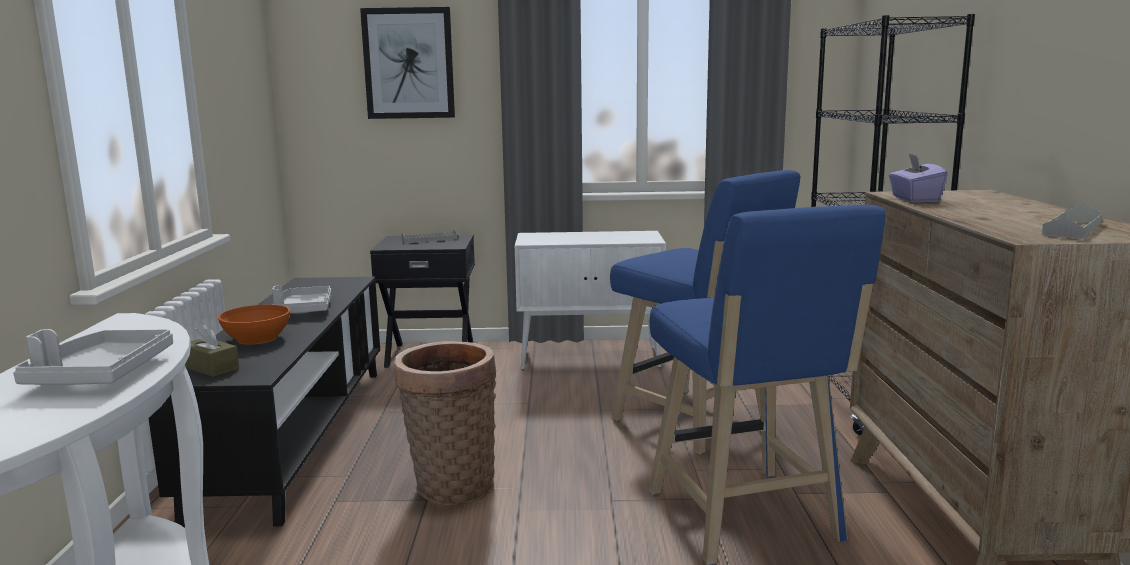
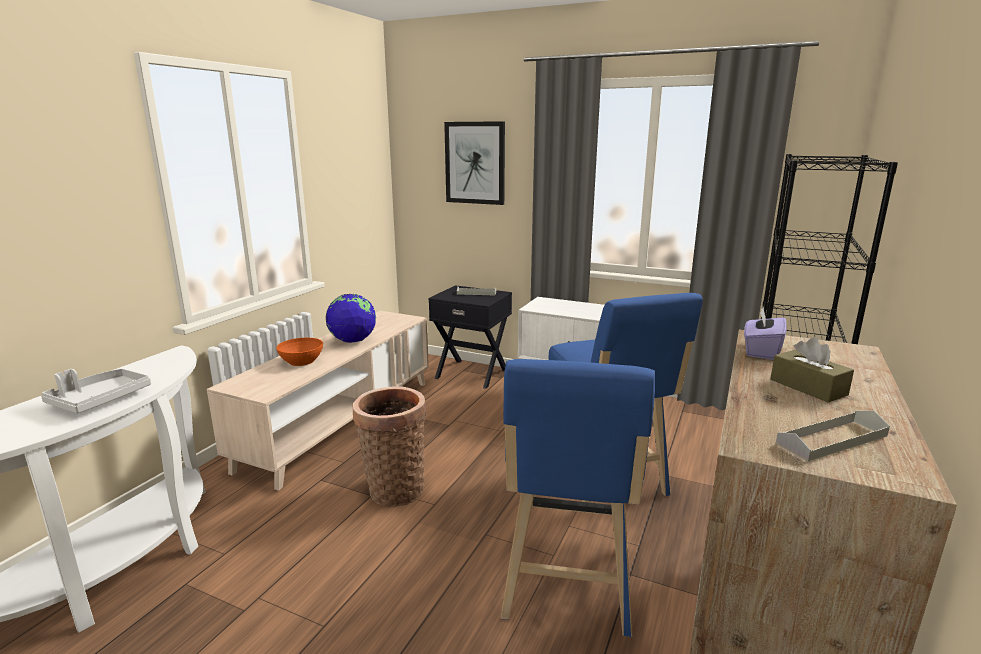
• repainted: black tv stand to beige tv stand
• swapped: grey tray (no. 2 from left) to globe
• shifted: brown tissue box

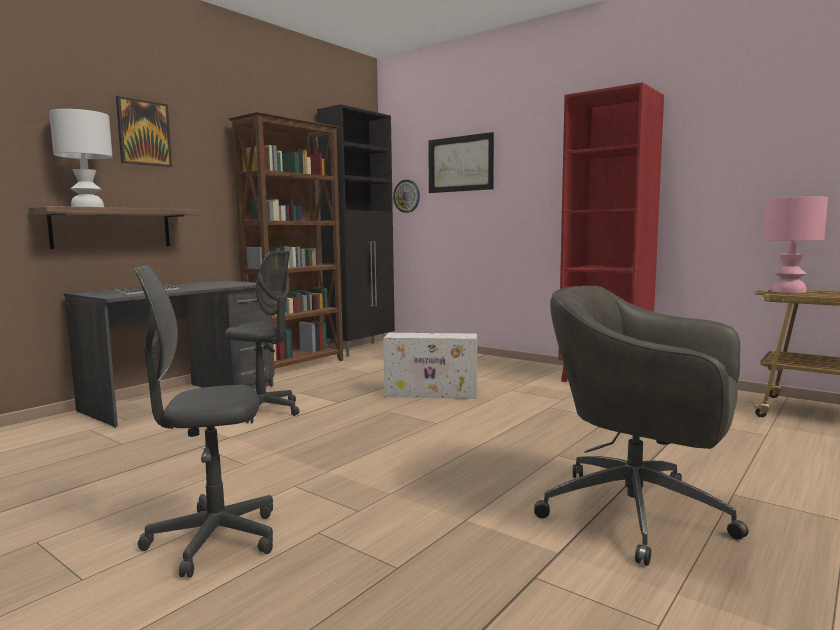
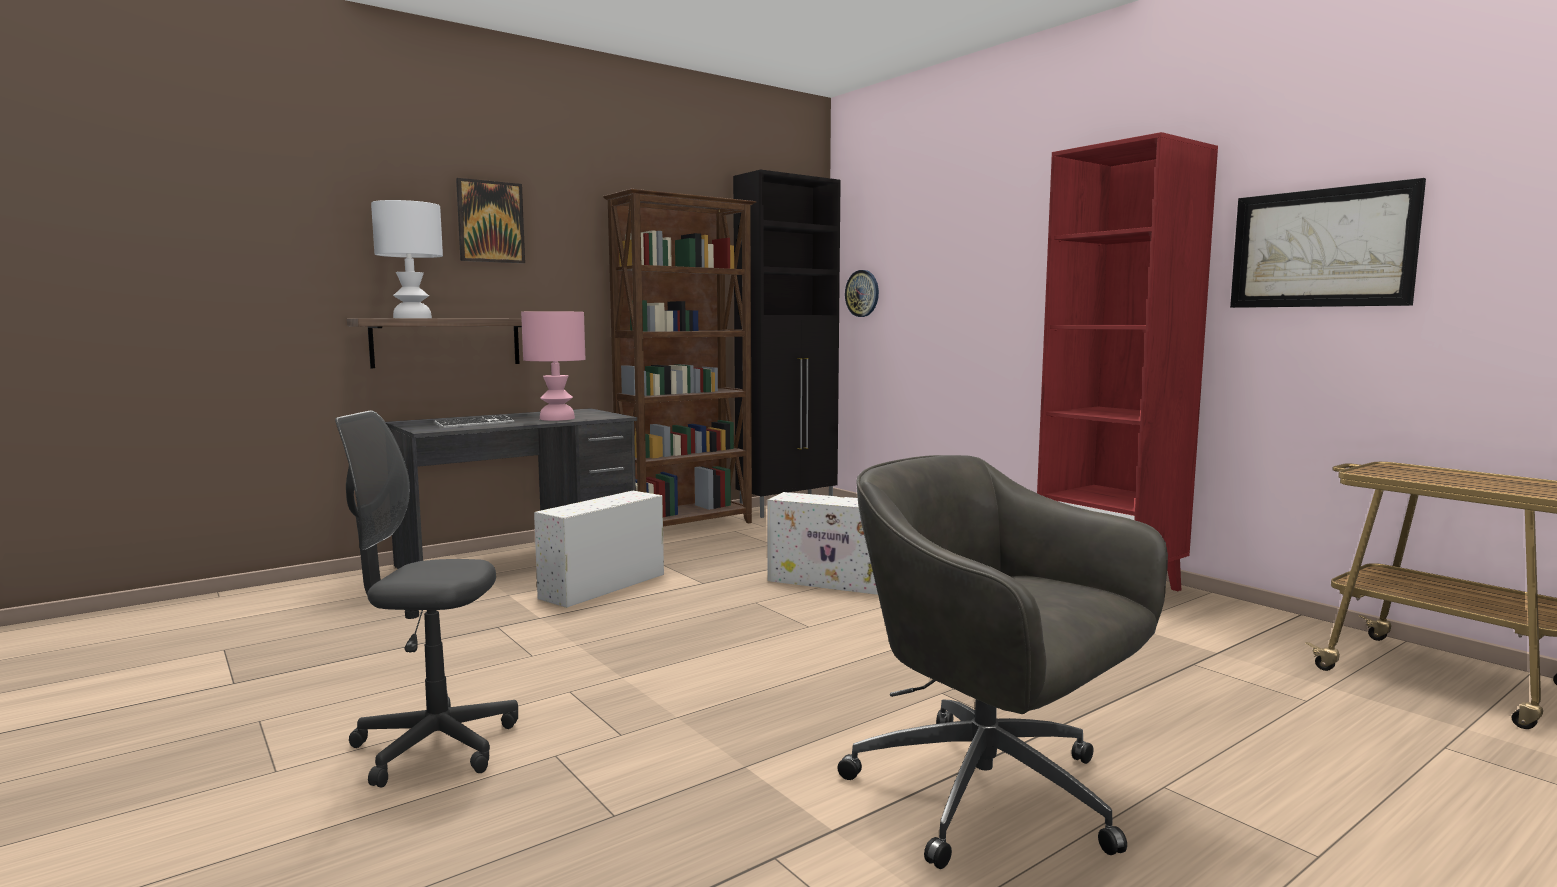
• shifted: pink table lamp
• swapped: grey office chair (no. 2 from left) to white storage box (no. 1 from left)
• shifted: picture (no. 2 from left)

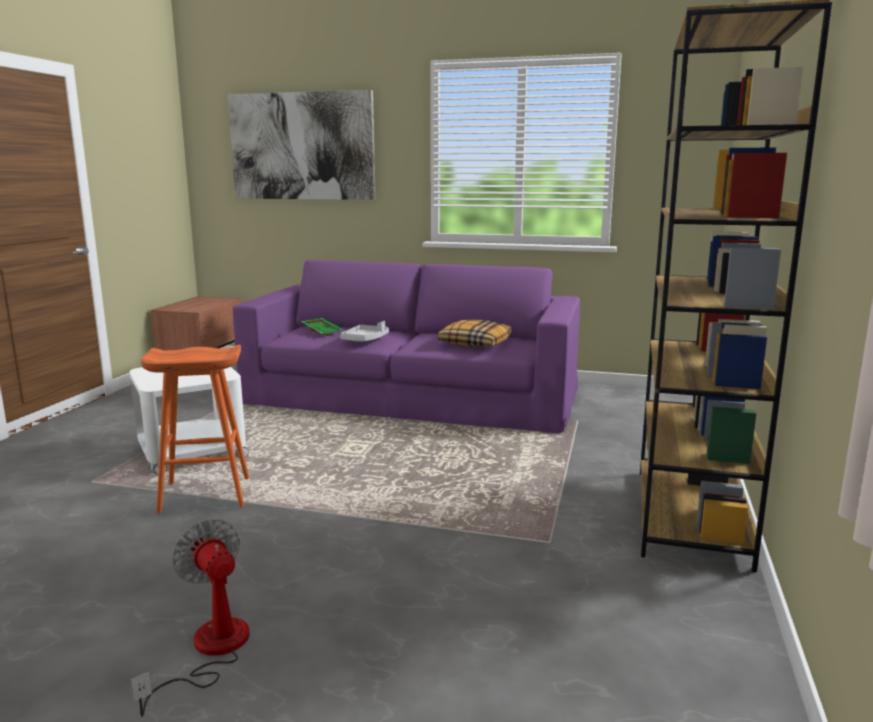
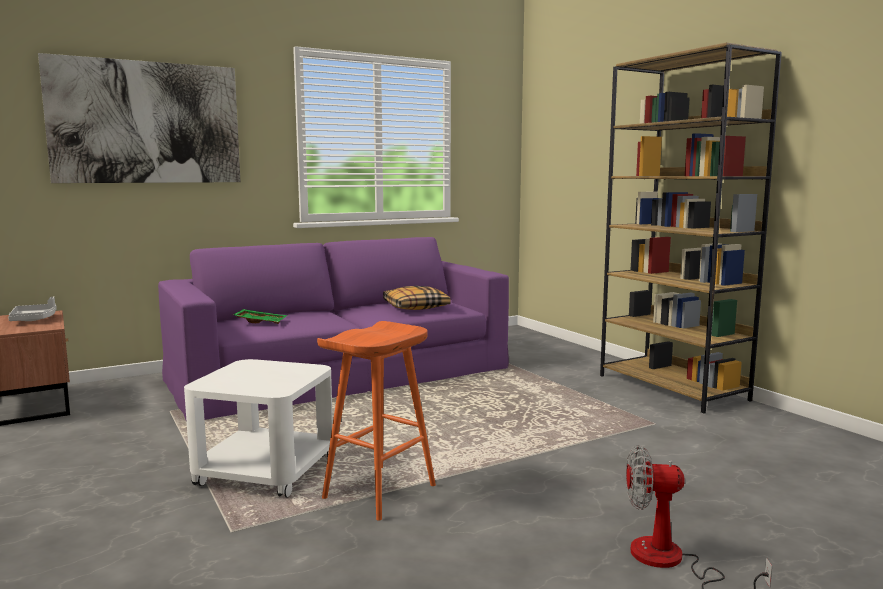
• shifted: grey tray

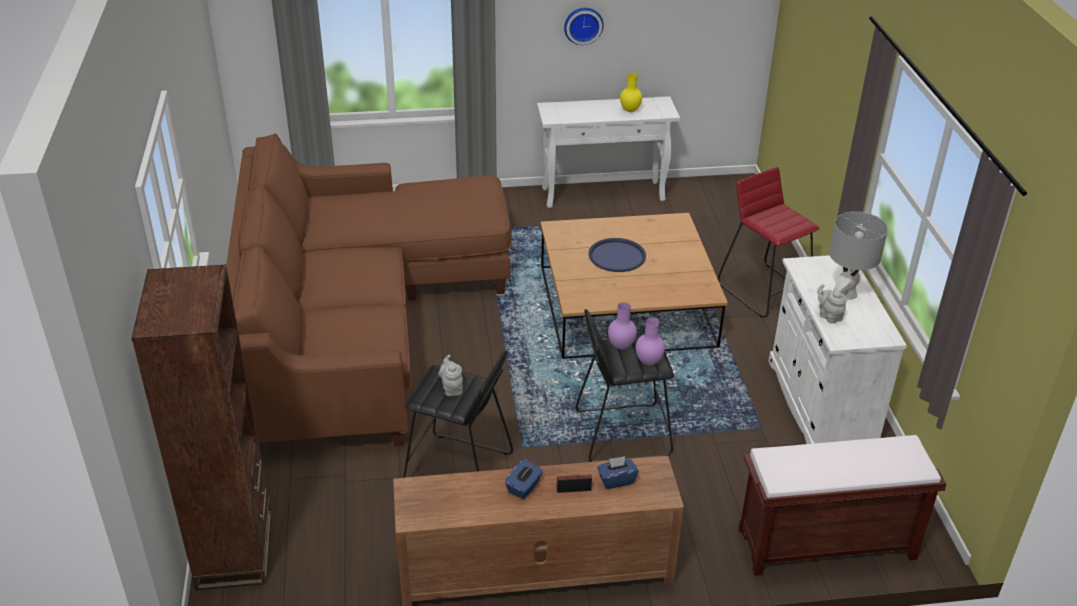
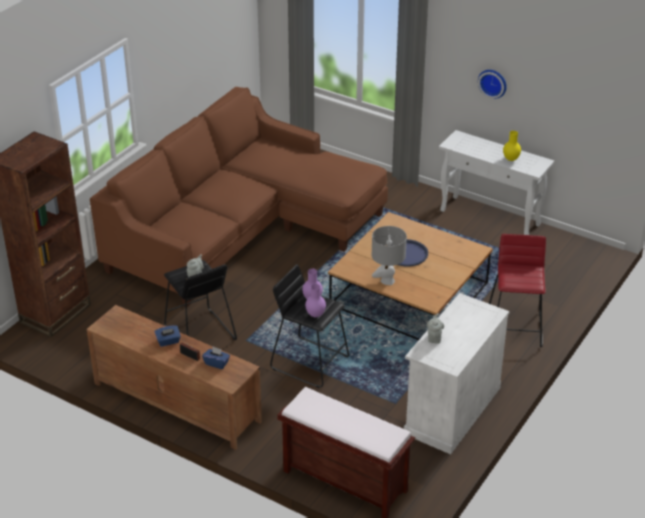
• shifted: grey table lamp

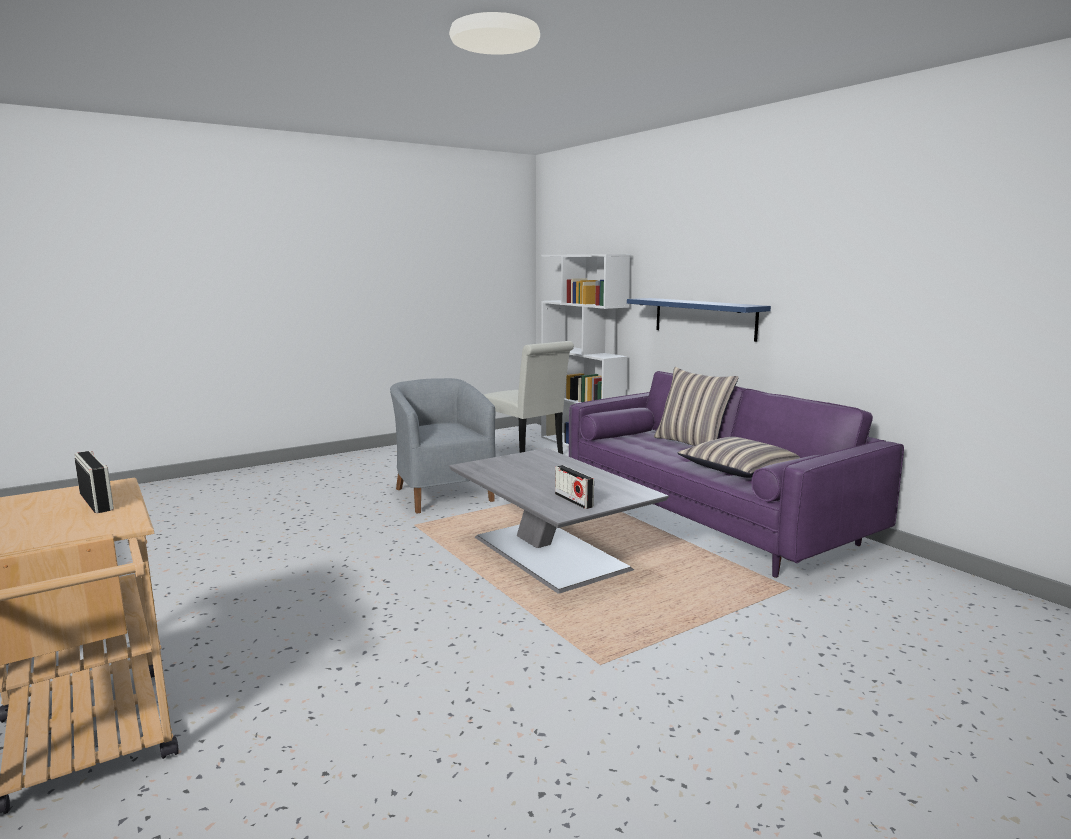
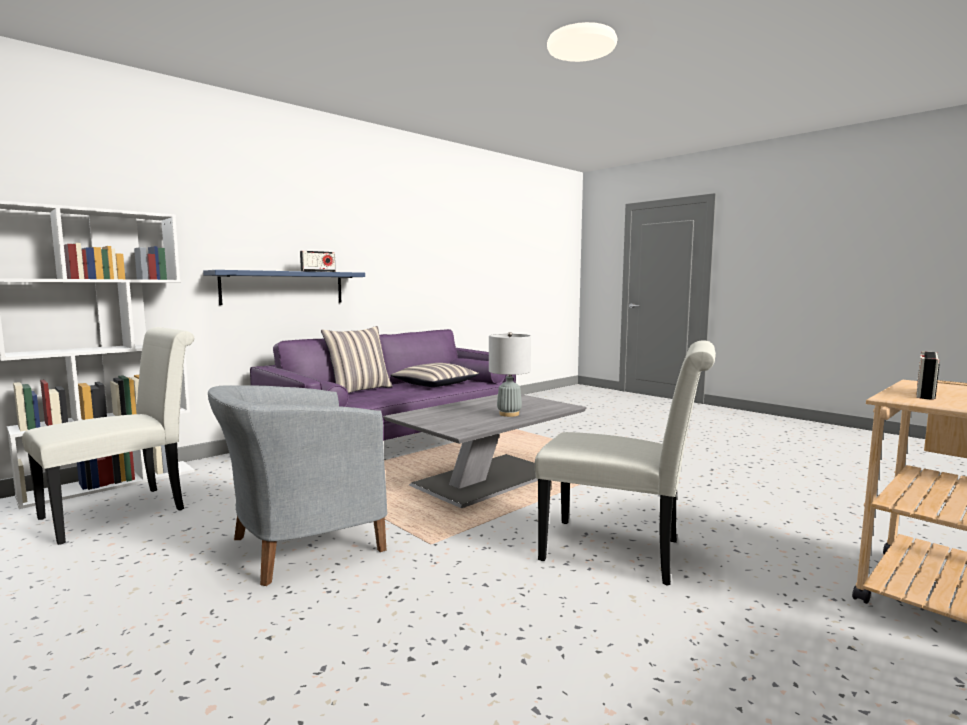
• shifted: radio (no. 2 from left in the first image) to radio (no. 1 from left)
• new: grey table lamp
• new: white chair (no. 2 from left)

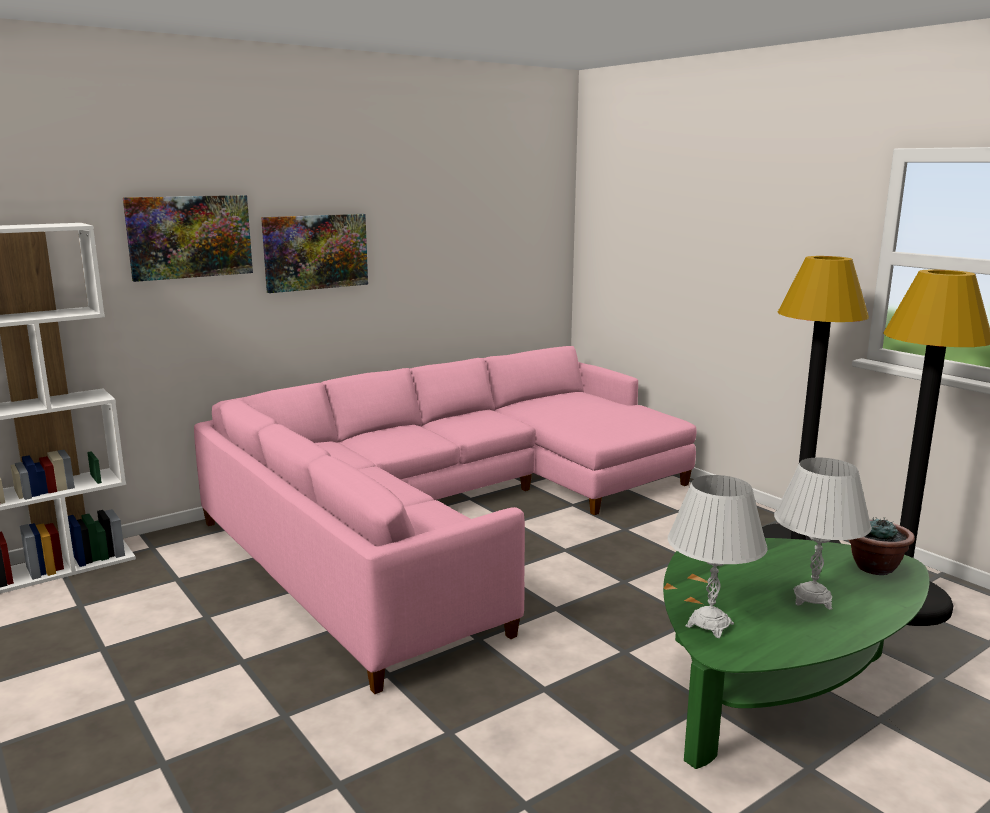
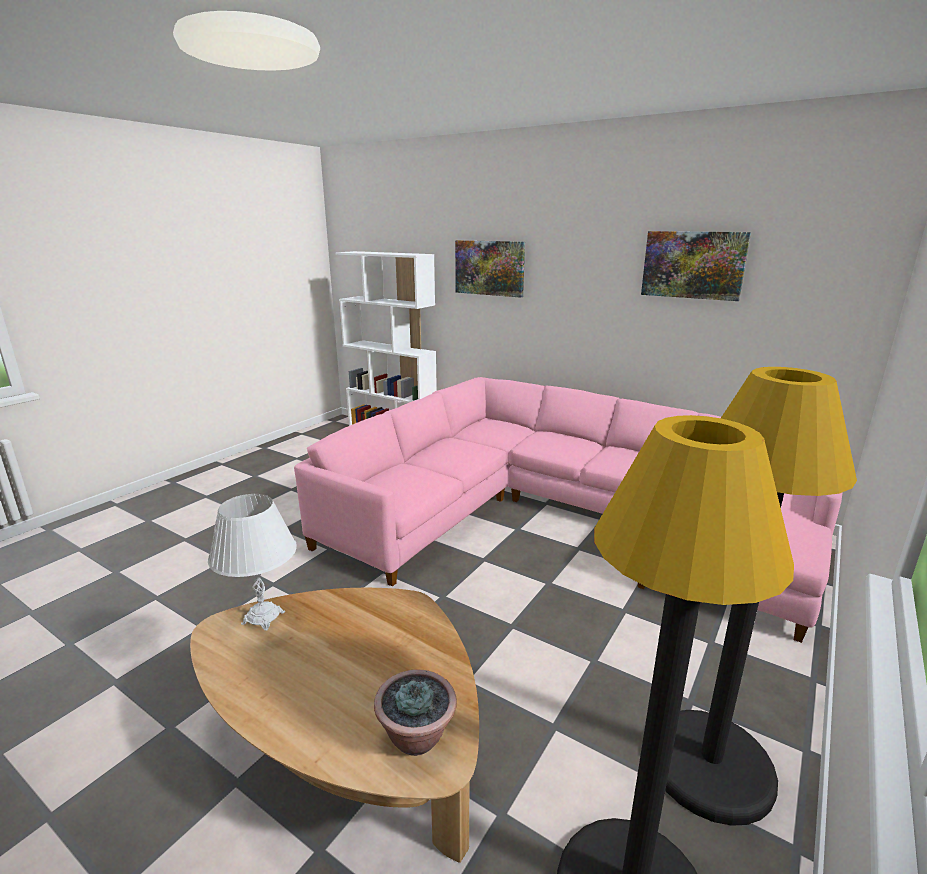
• repainted: green coffee table to brown coffee table
• shifted: picture (no. 2 from left)
• gone: white table lamp (no. 2 from left)

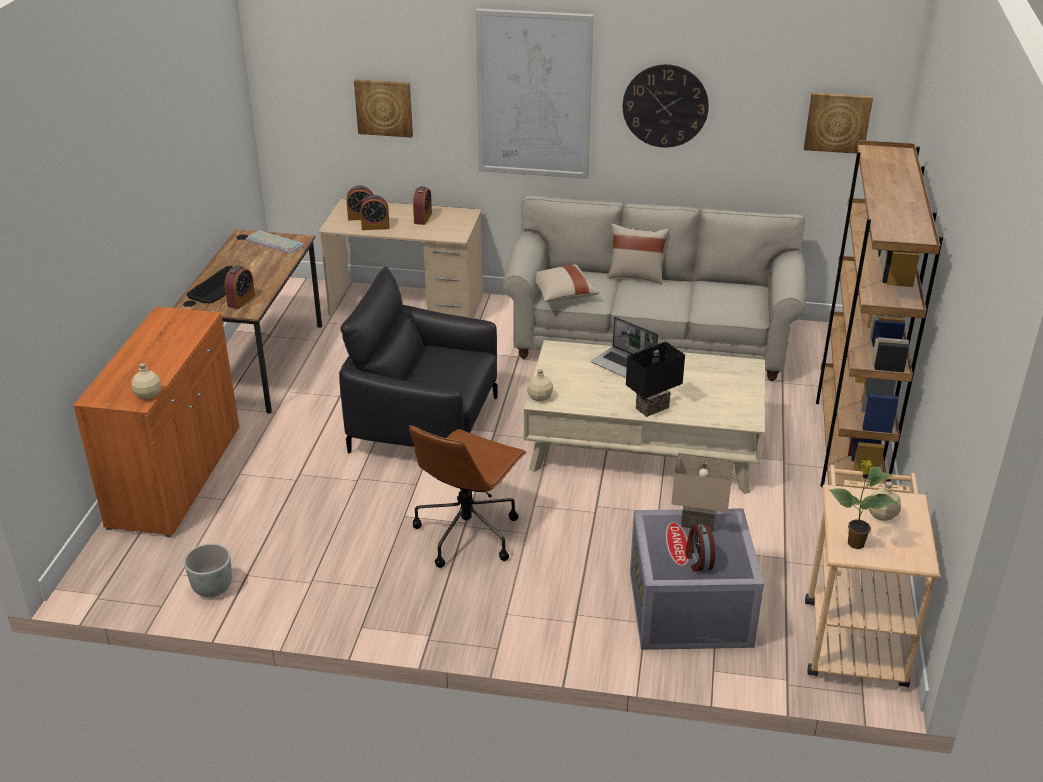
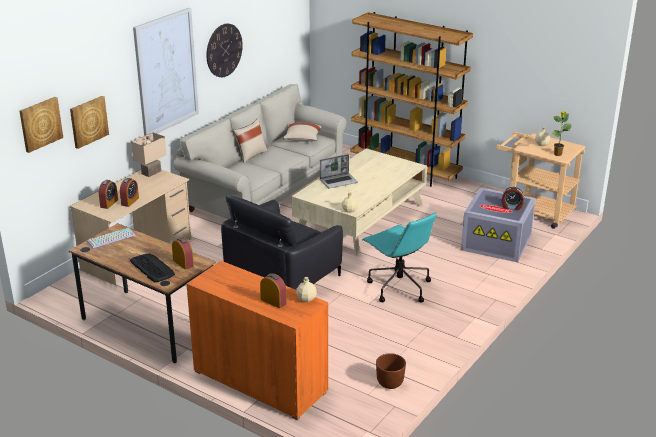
• shifted: picture (no. 3 from left in the first image) to picture (no. 1 from left)
• shifted: beige table lamp
• shifted: alarm clock (no. 4 from left)
• shifted: beige pillow (no. 1 from left in the first image) to beige pillow (no. 2 from left)
• repainted: brown office chair to turquoise office chair
• repainted: grey planter to brown planter
• gone: black table lamp

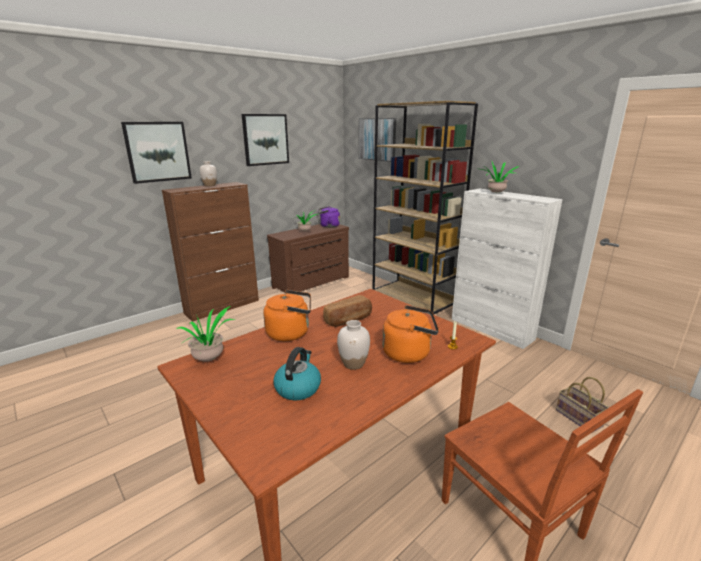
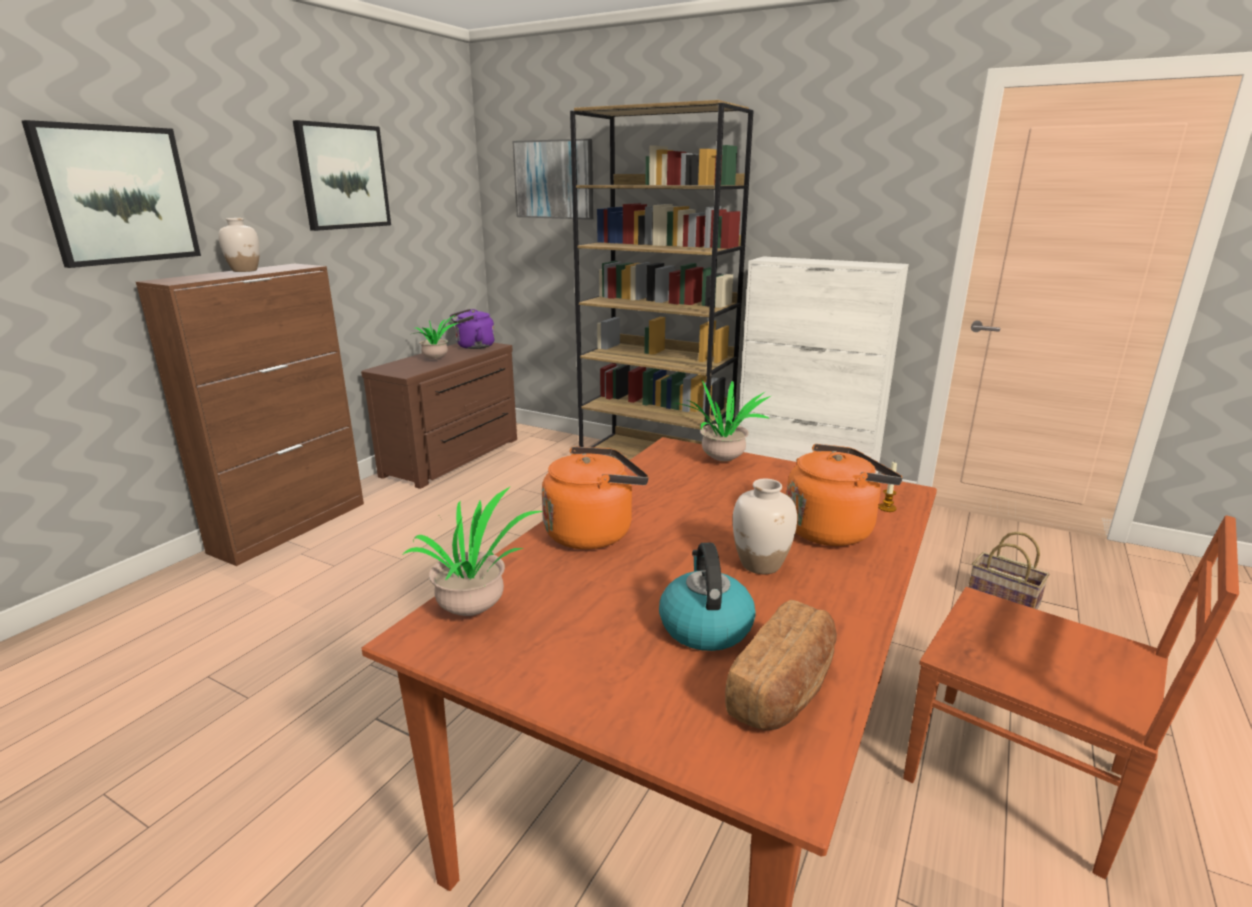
• shifted: potted plant (no. 3 from left)
• shifted: bread

